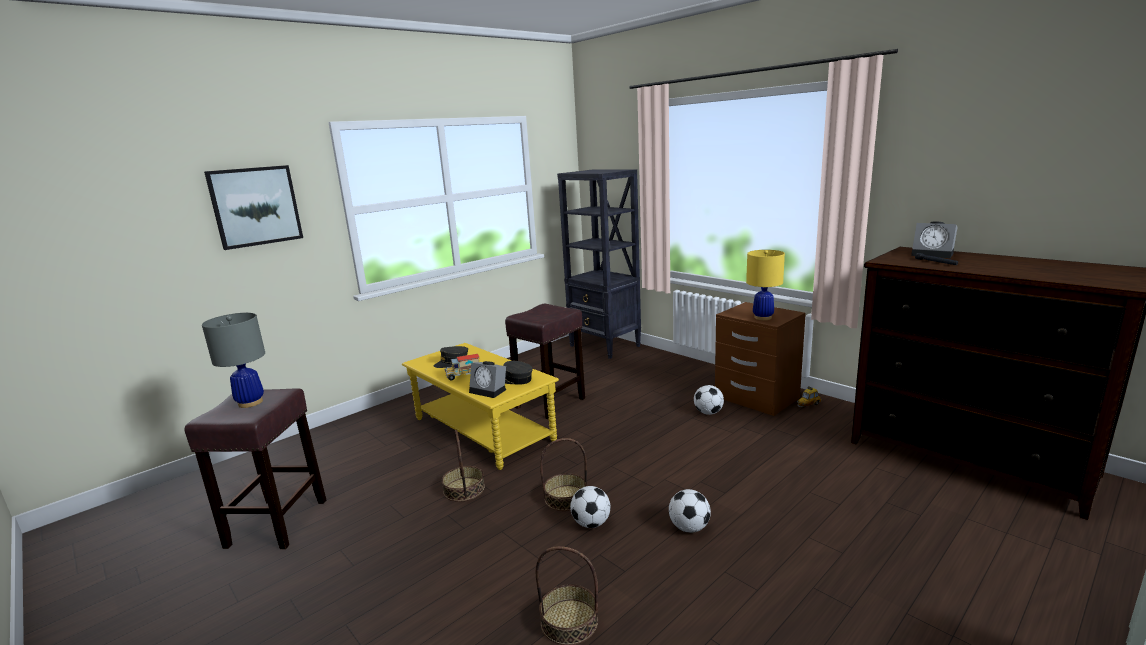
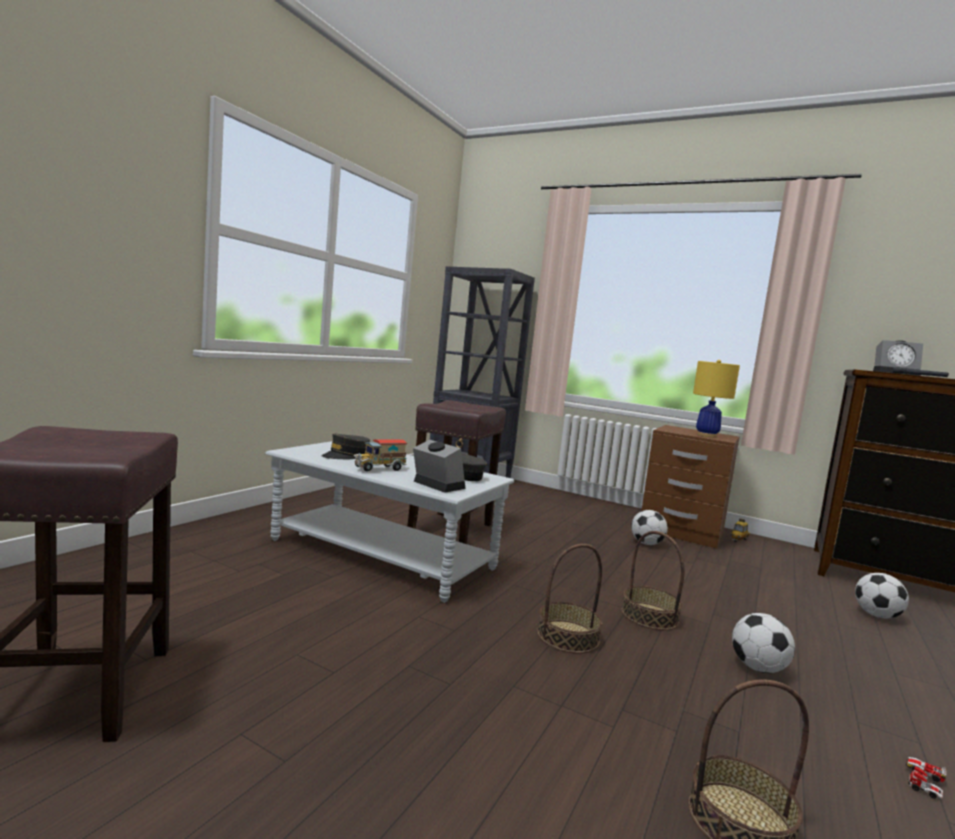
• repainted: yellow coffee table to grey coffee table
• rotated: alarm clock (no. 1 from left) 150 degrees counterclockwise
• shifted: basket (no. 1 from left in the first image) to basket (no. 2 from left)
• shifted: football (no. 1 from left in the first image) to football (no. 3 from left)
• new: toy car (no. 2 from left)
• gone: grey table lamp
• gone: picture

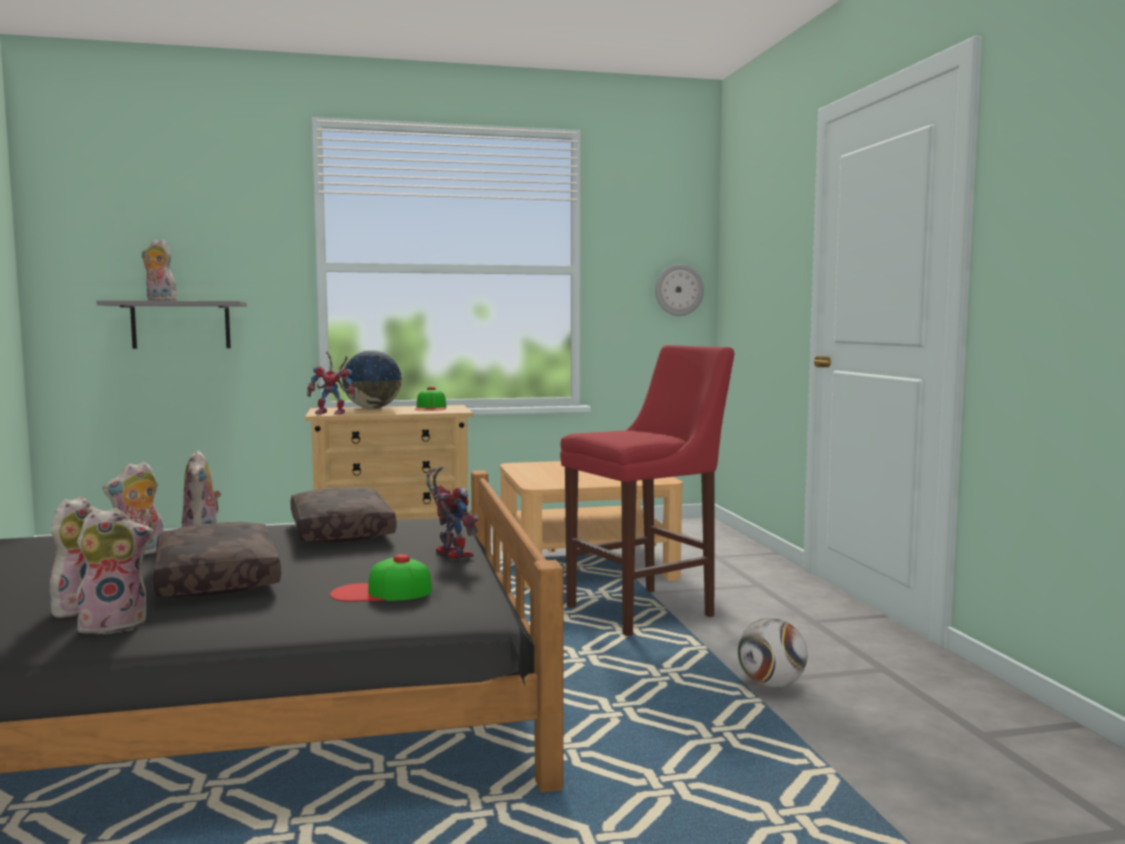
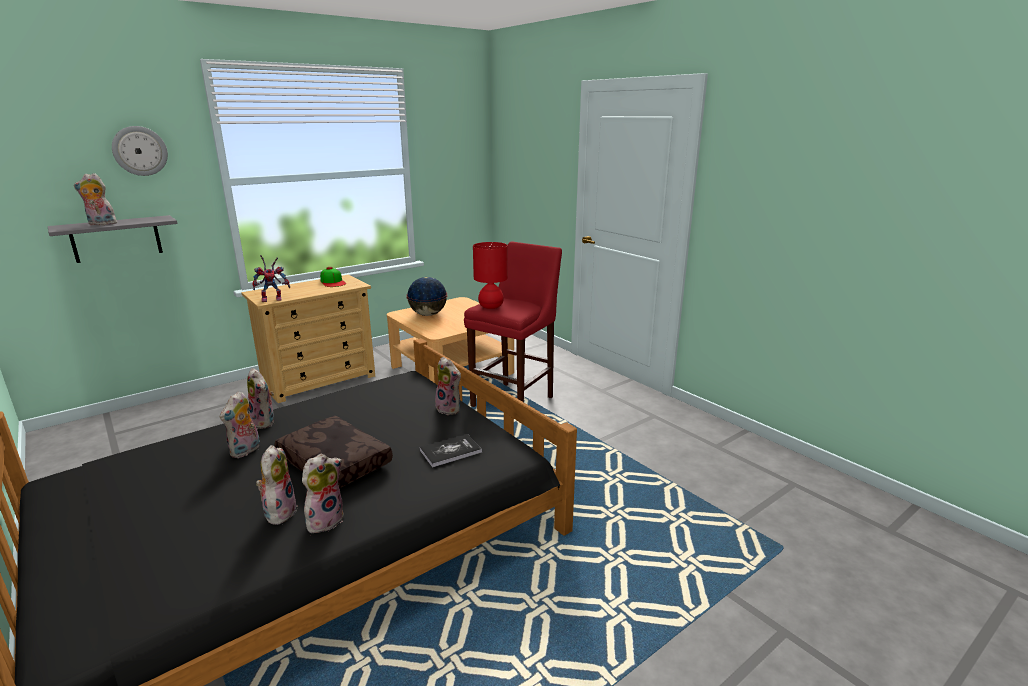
• shifted: wall clock
• shifted: globe
• swapped: cap (no. 1 from left) to book
• swapped: toy robot (no. 2 from left) to plush toy (no. 6 from left)
• new: red table lamp
• gone: brown pillow (no. 2 from left)
• gone: football

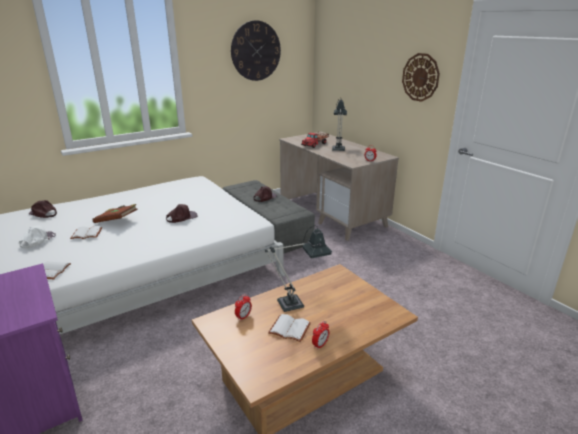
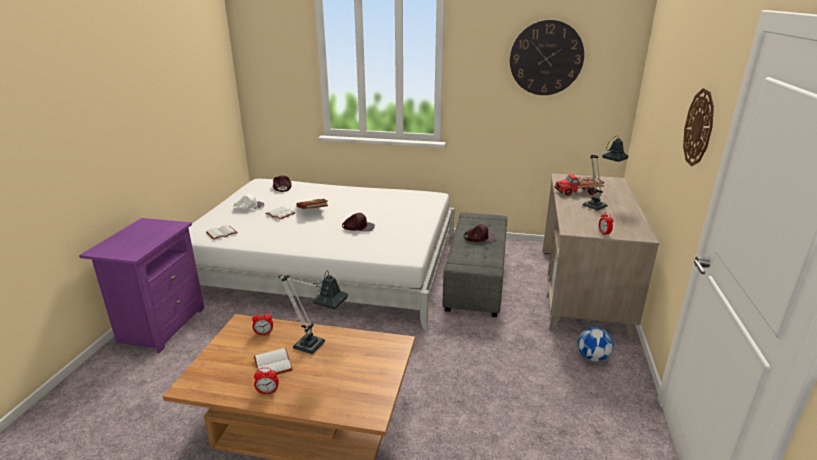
• new: football

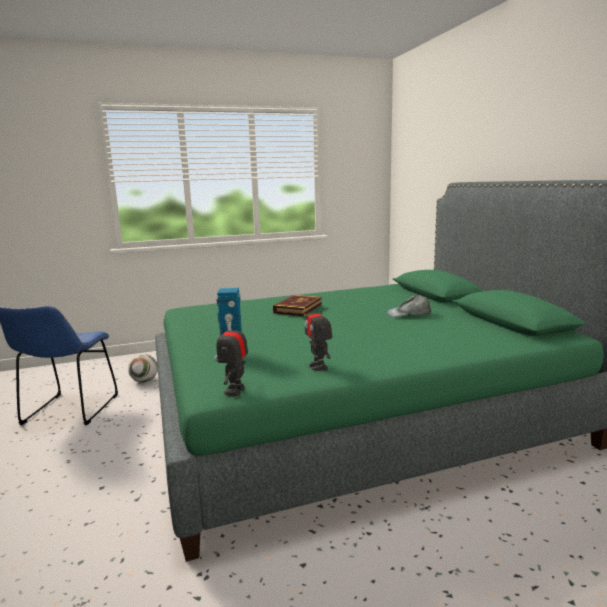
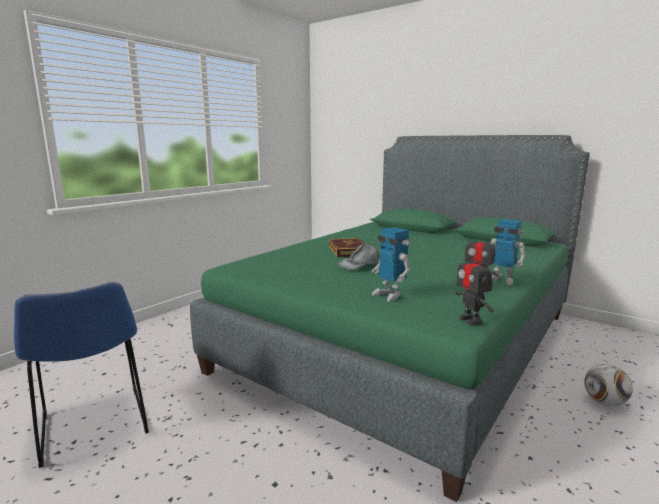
• shifted: grey cap
• new: toy robot (no. 4 from left)
• shifted: football

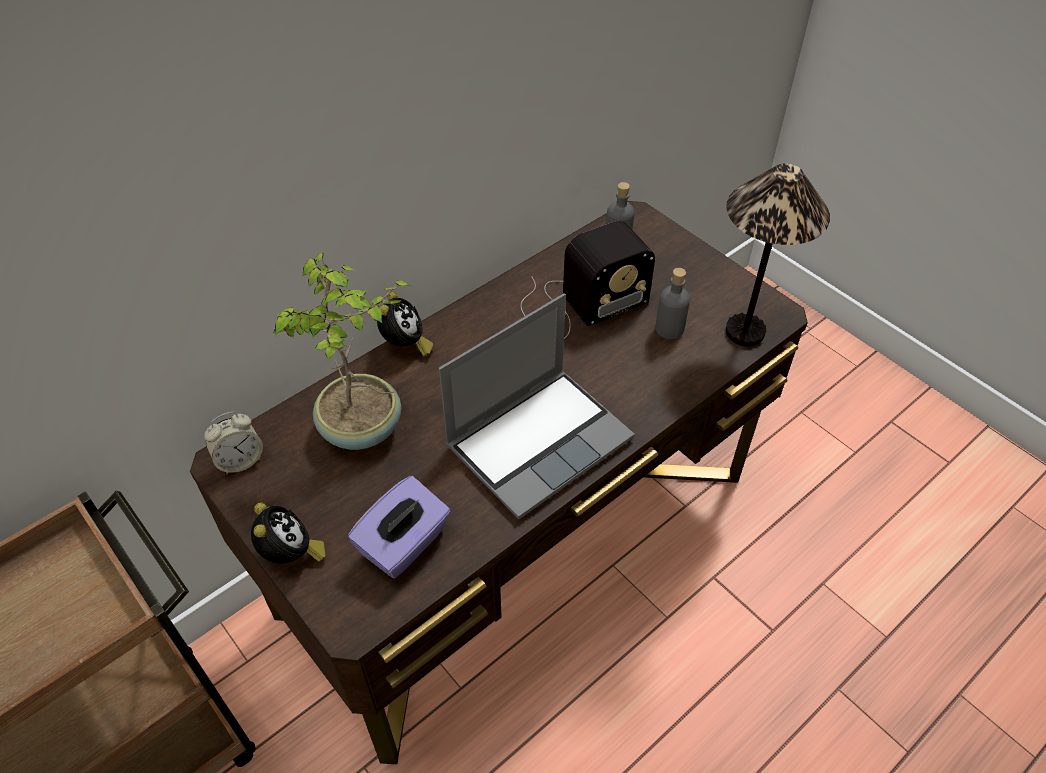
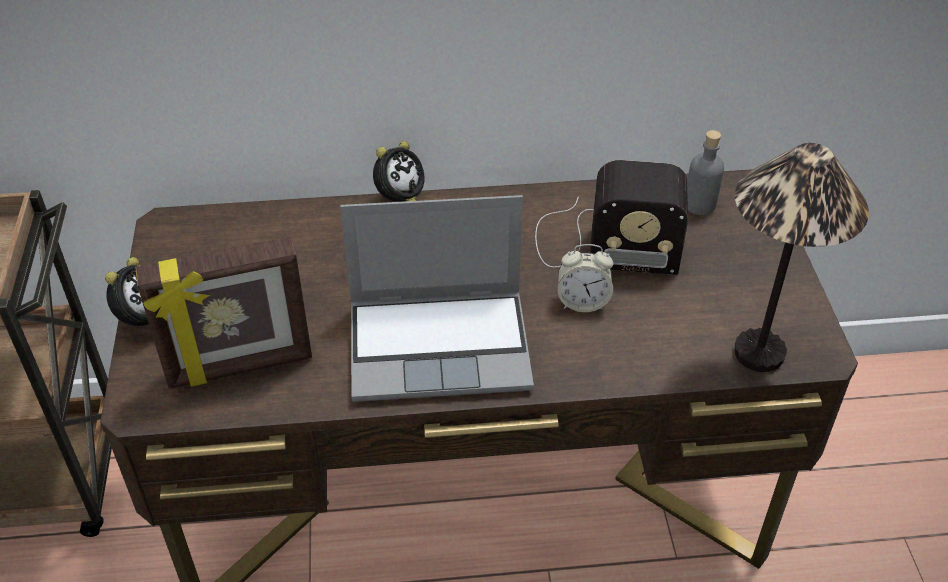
• swapped: purple tissue box to picture frame
• shifted: alarm clock (no. 1 from left in the first image) to alarm clock (no. 3 from left)
• gone: potted plant
• gone: grey bottle (no. 2 from left)

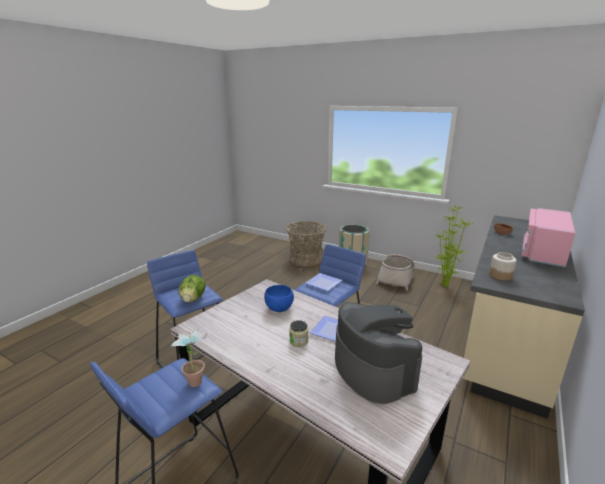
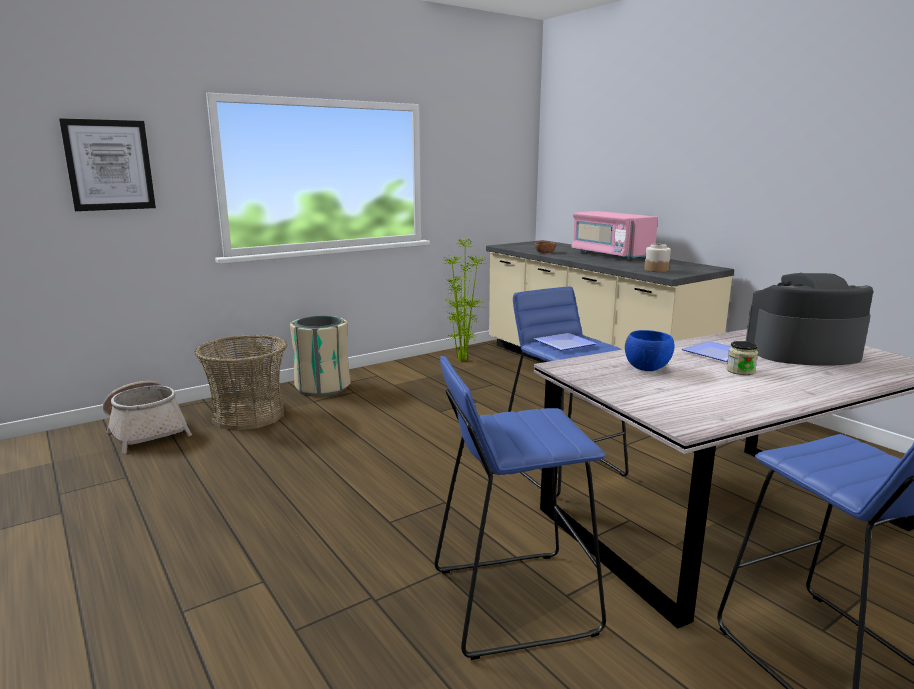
• new: picture
• shifted: basket (no. 2 from left in the first image) to basket (no. 1 from left)
• gone: potted plant (no. 1 from left)
• gone: lettuce

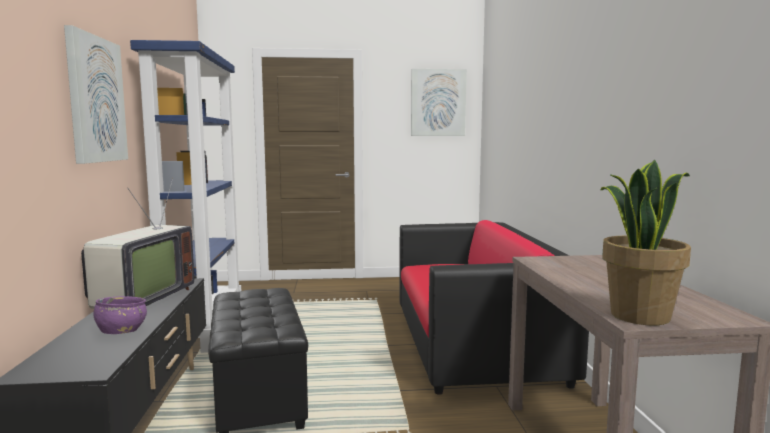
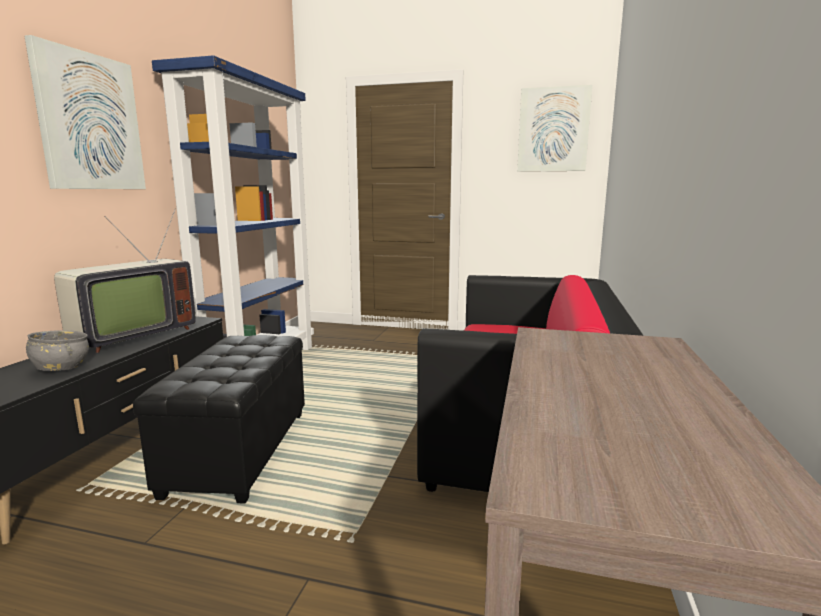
• repainted: purple bowl to grey bowl
• gone: potted plant

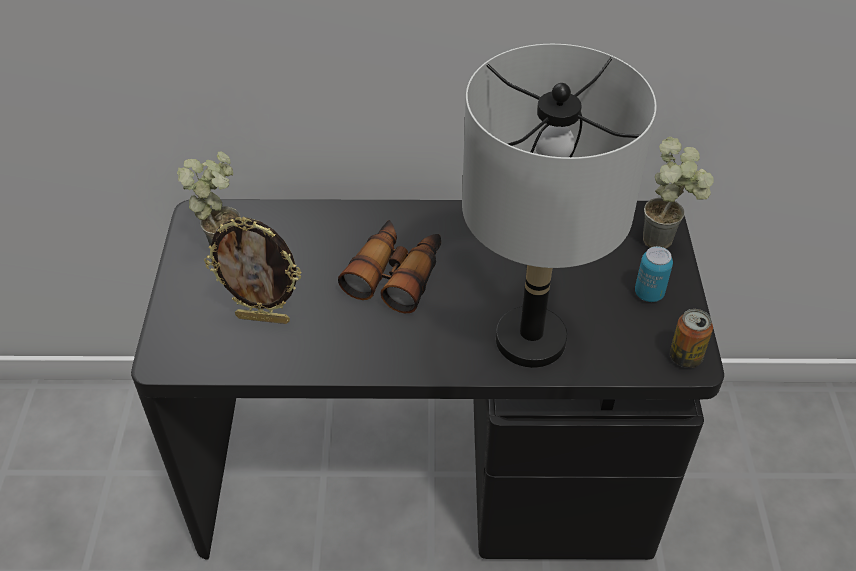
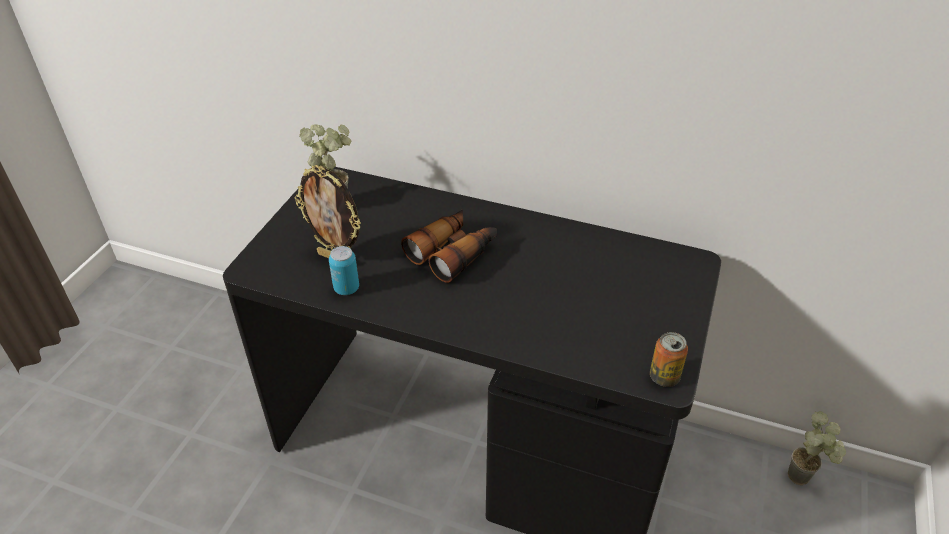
• shifted: can (no. 1 from left)
• shifted: potted plant (no. 2 from left)
• gone: grey table lamp

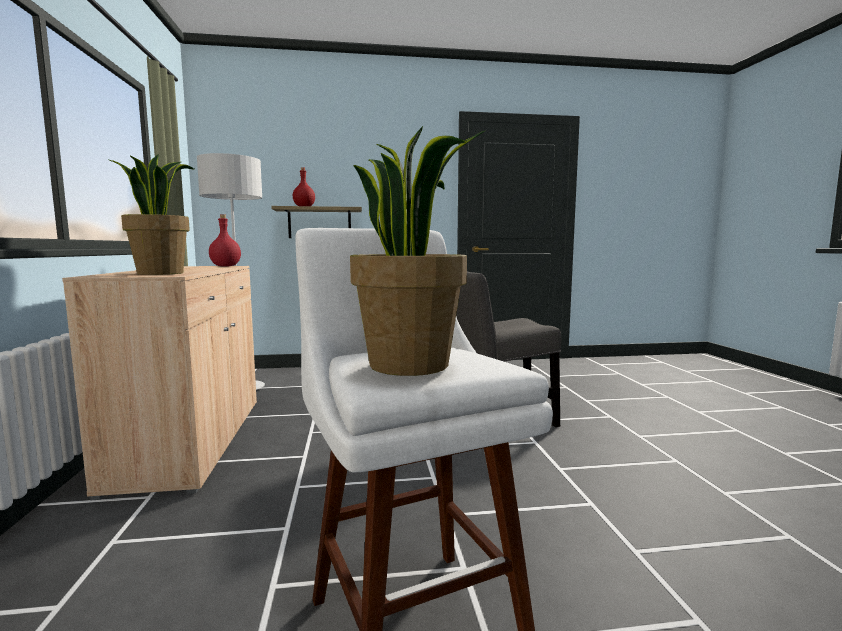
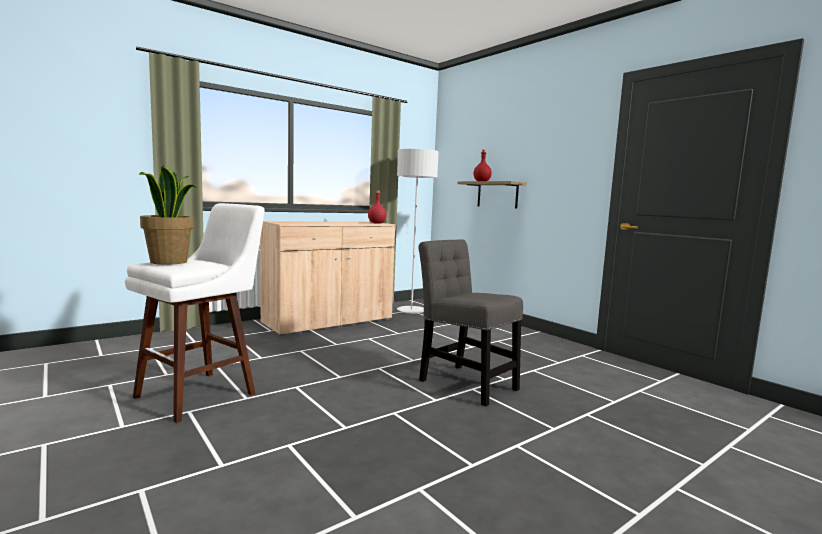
• gone: potted plant (no. 1 from left)

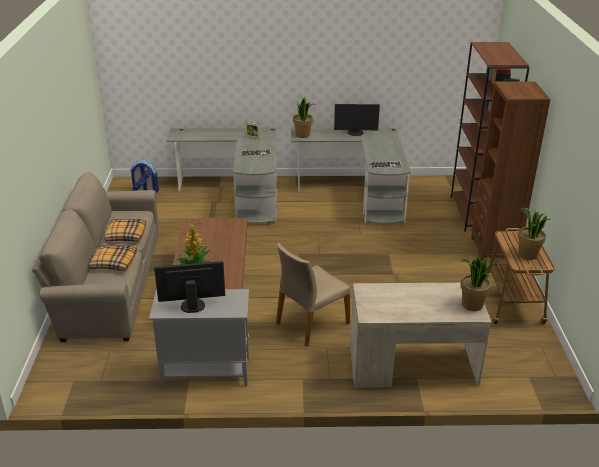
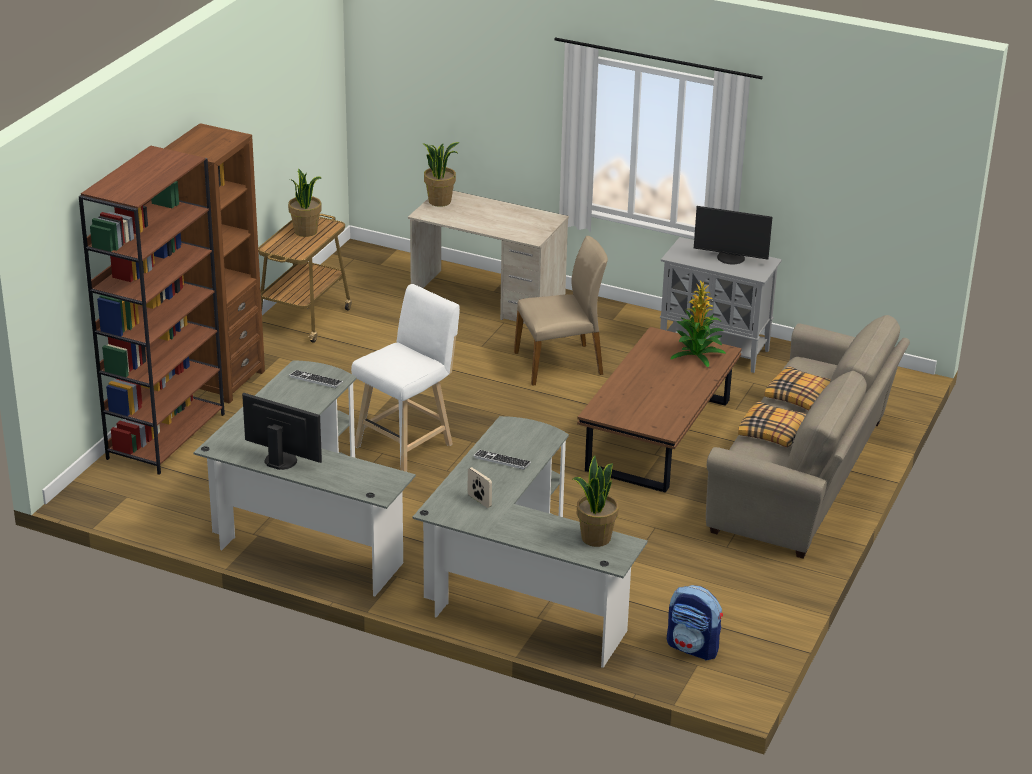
• new: white stool
• shifted: potted plant (no. 2 from left in the first image) to potted plant (no. 3 from left)

